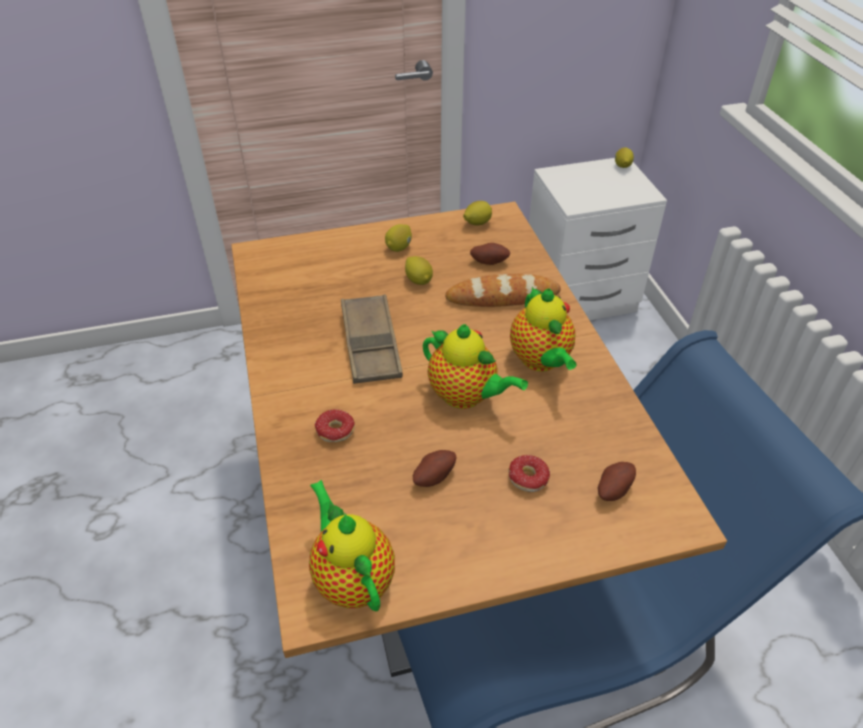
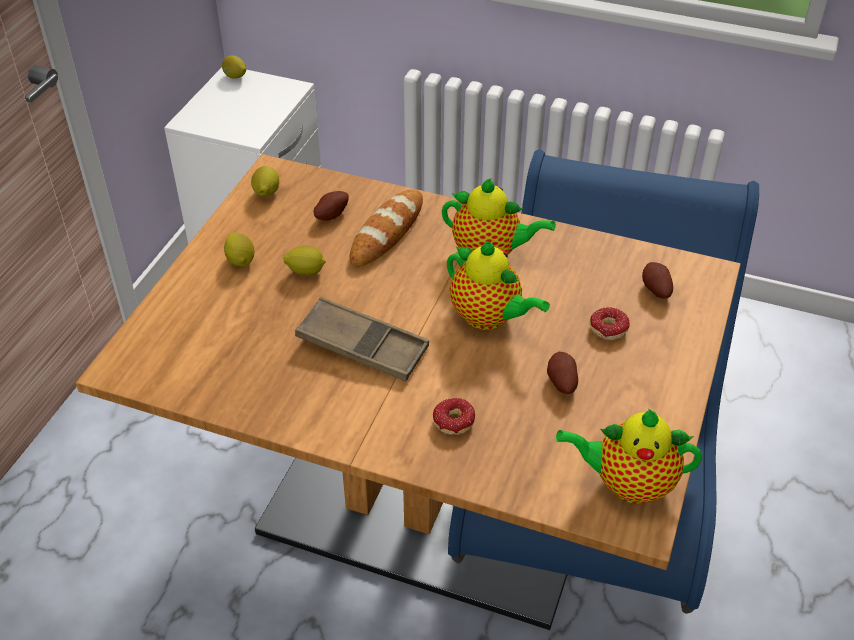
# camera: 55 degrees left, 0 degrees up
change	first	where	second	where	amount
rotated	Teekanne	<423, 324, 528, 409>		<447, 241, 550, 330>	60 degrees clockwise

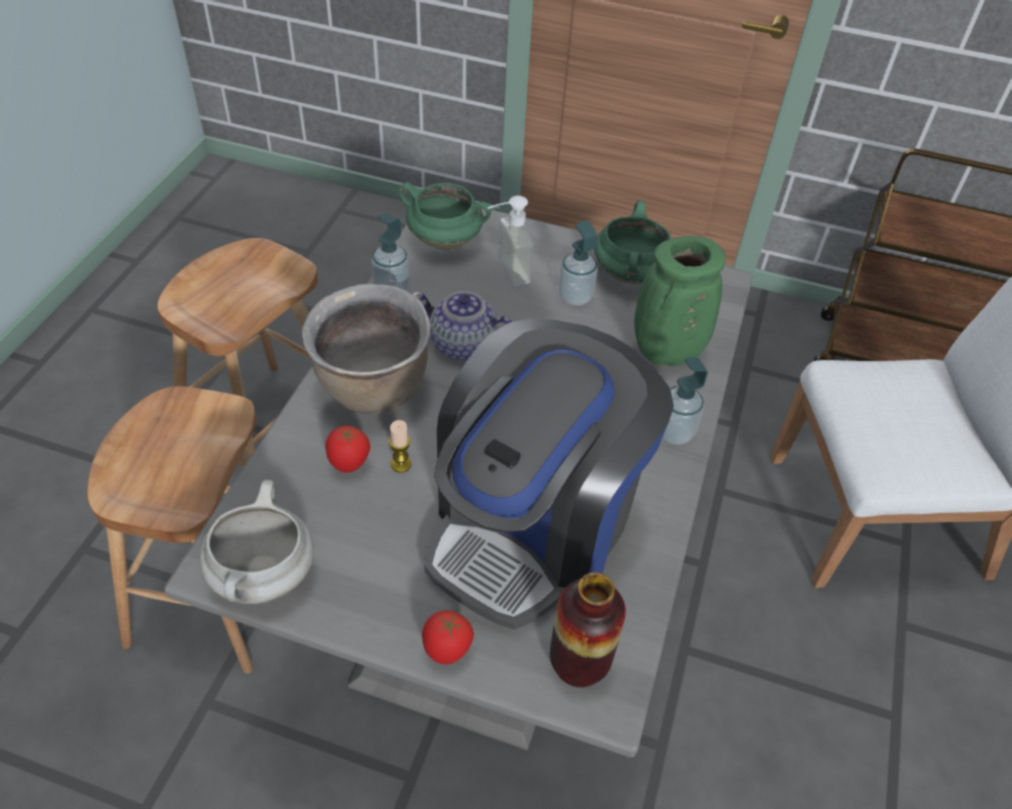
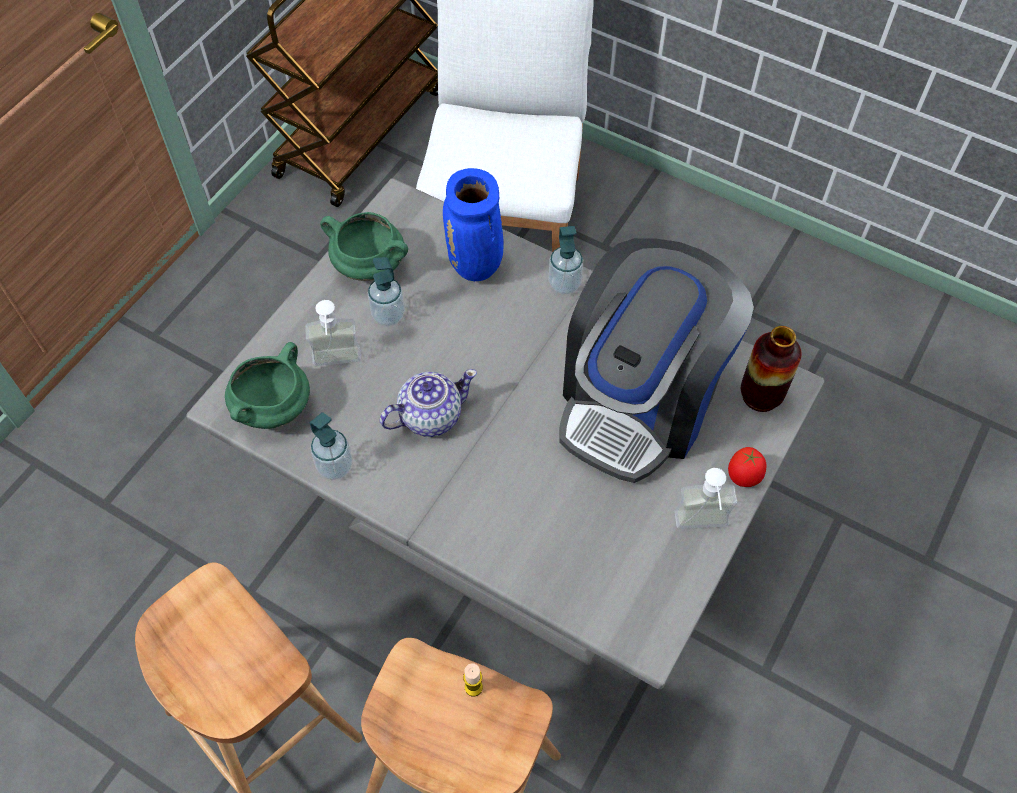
# camera: 75 degrees left, 10 degrees up
change	first	where	second	where	amount
repainted	Vase/grün	<634, 236, 725, 366>	Vase/blau	<443, 168, 504, 281>	
gone	Kochtopf/braun	<302, 284, 431, 414>			
rotated	Teekanne	<412, 291, 512, 360>		<379, 369, 477, 437>	150 degrees counterclockwise
rotated	Kaffeemaschine	<424, 318, 674, 630>		<559, 238, 754, 483>	75 degrees clockwise
shifted	Kerze	<389, 420, 411, 473>		<463, 663, 483, 696>	
gone	Tomate	<325, 426, 370, 473>			
gone	Kochtopf/weiß	<200, 480, 314, 604>			
new			Seifenspender	<674, 468, 737, 529>	

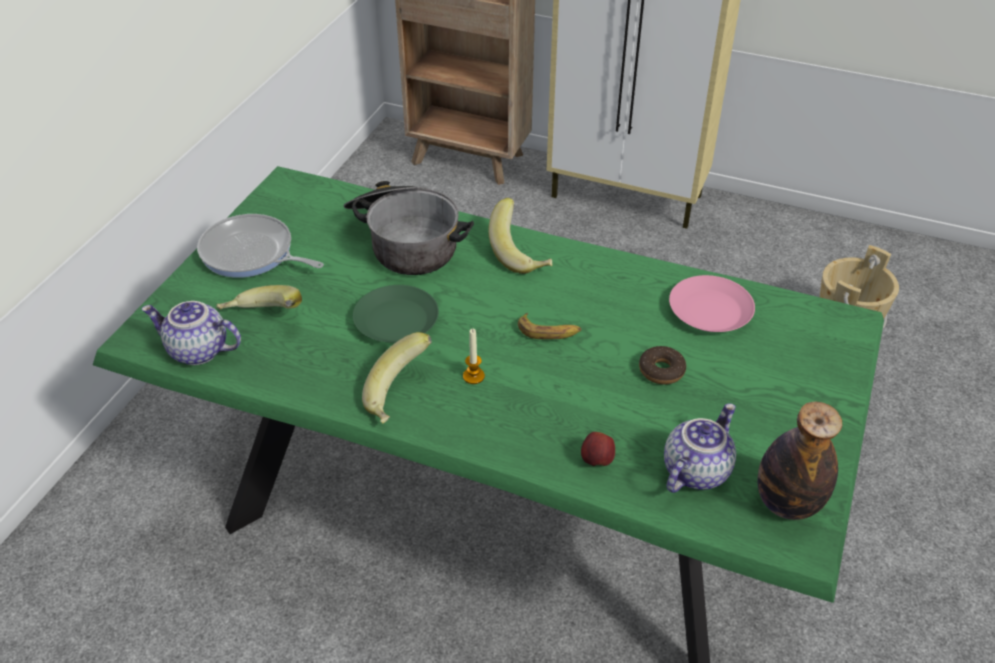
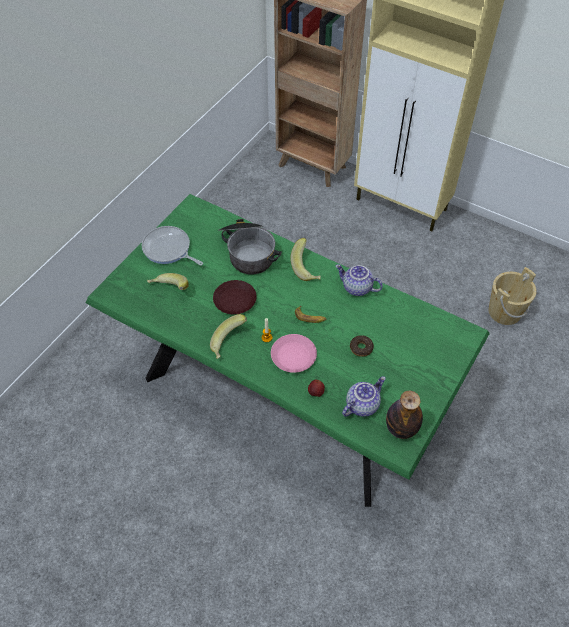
# camera: 10 degrees right, 10 degrees up
change	first	where	second	where	amount
shifted	Teller/rosa	<669, 275, 755, 332>		<271, 334, 317, 373>	
repainted	Teller/grün	<353, 285, 439, 343>	Teller/braun	<213, 280, 257, 314>	
shifted	Teekanne	<141, 301, 241, 365>		<335, 264, 383, 296>	

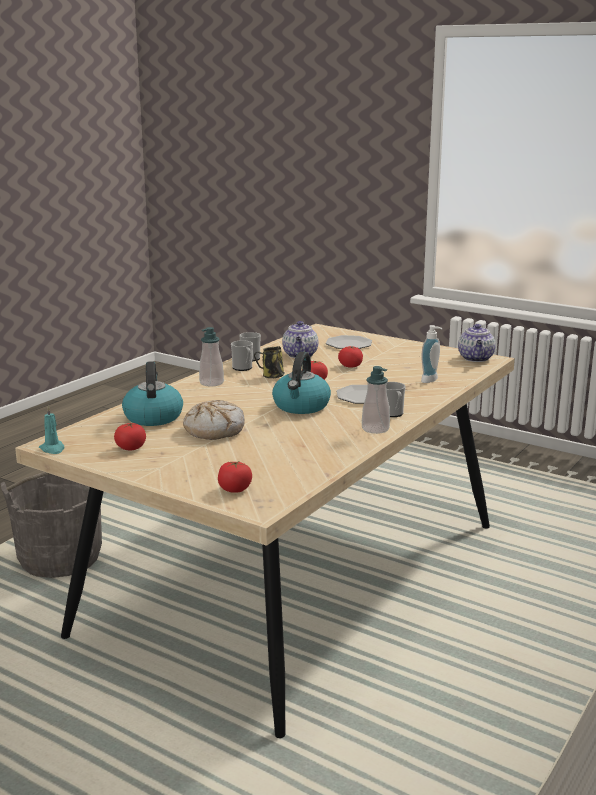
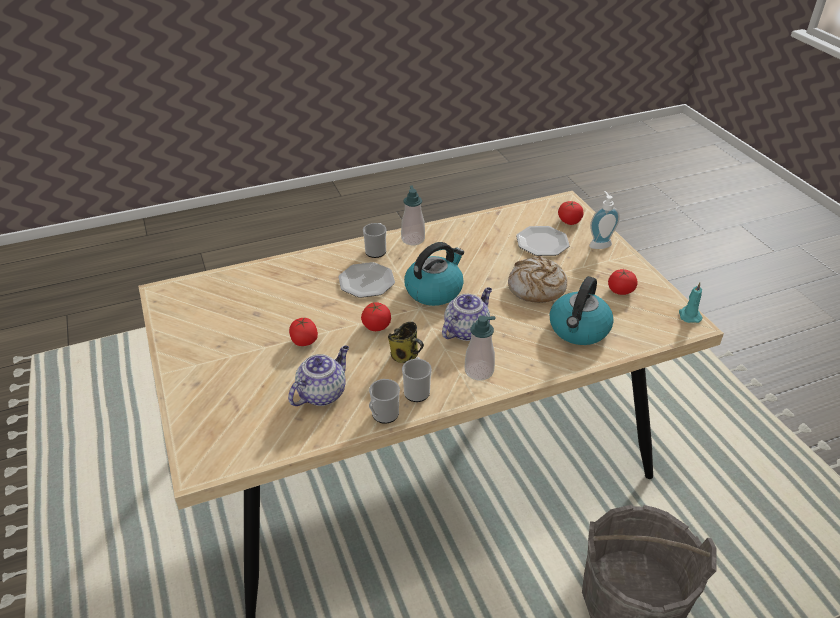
# camera: 145 degrees left, 20 degrees up
change	first	where	second	where	amount
shifted	Teekanne	<458, 324, 496, 362>		<442, 287, 492, 341>	
shifted	Seifenspender	<421, 325, 443, 383>		<589, 191, 620, 249>	
shifted	Teller	<326, 335, 372, 349>		<516, 226, 570, 256>	

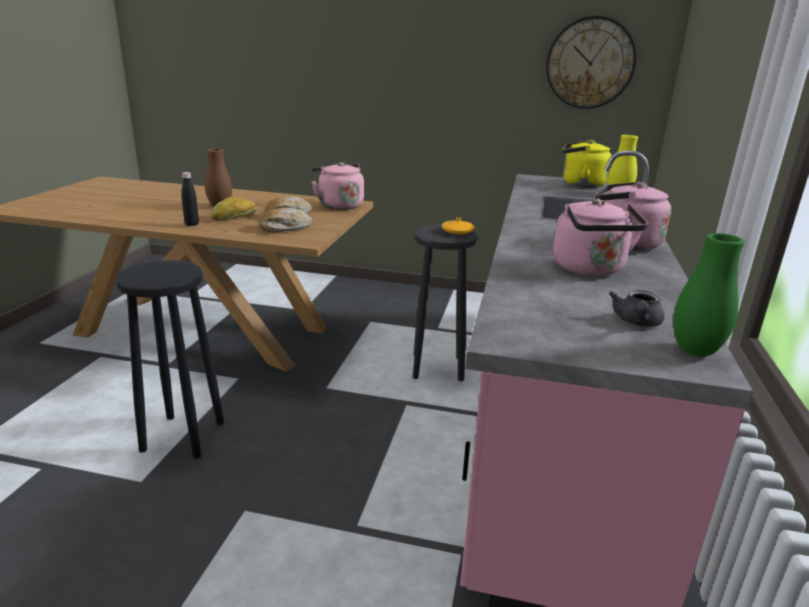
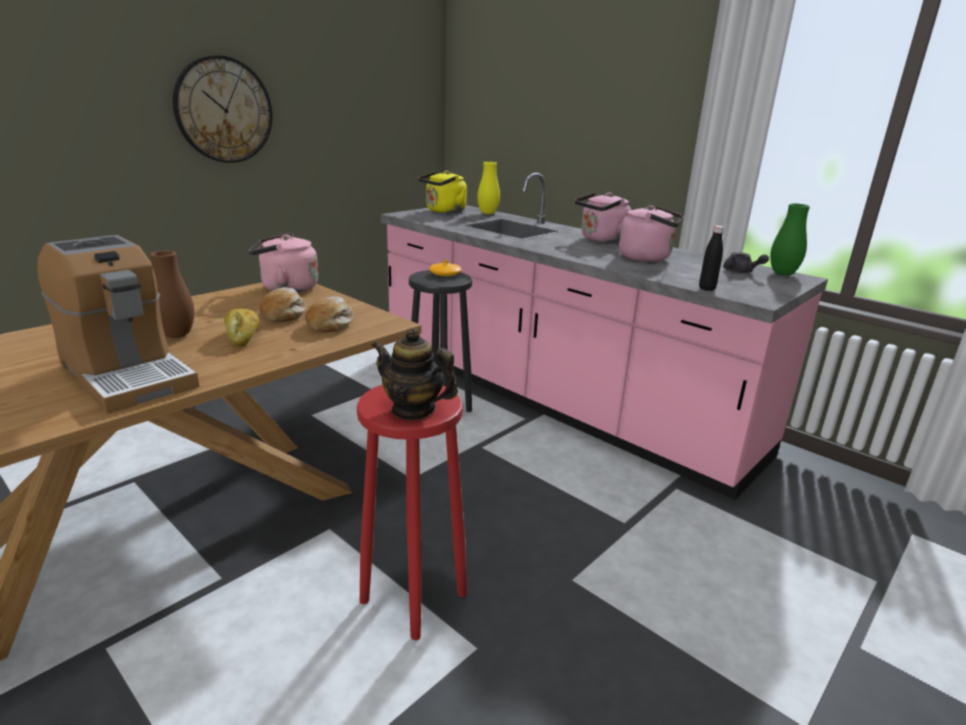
# camera: 60 degrees left, 0 degrees up
change	first	where	second	where	amount
shifted	Wanduhr	<546, 16, 636, 109>		<173, 55, 273, 163>	
shifted	Flasche/schwarz	<181, 172, 199, 226>		<699, 226, 724, 291>	
repainted	Hocker/schwarz	<116, 260, 224, 459>	Hocker/rot	<357, 385, 467, 640>	
new			Kaffeemaschine	<37, 235, 200, 414>	
new			Teekanne	<372, 328, 458, 420>	

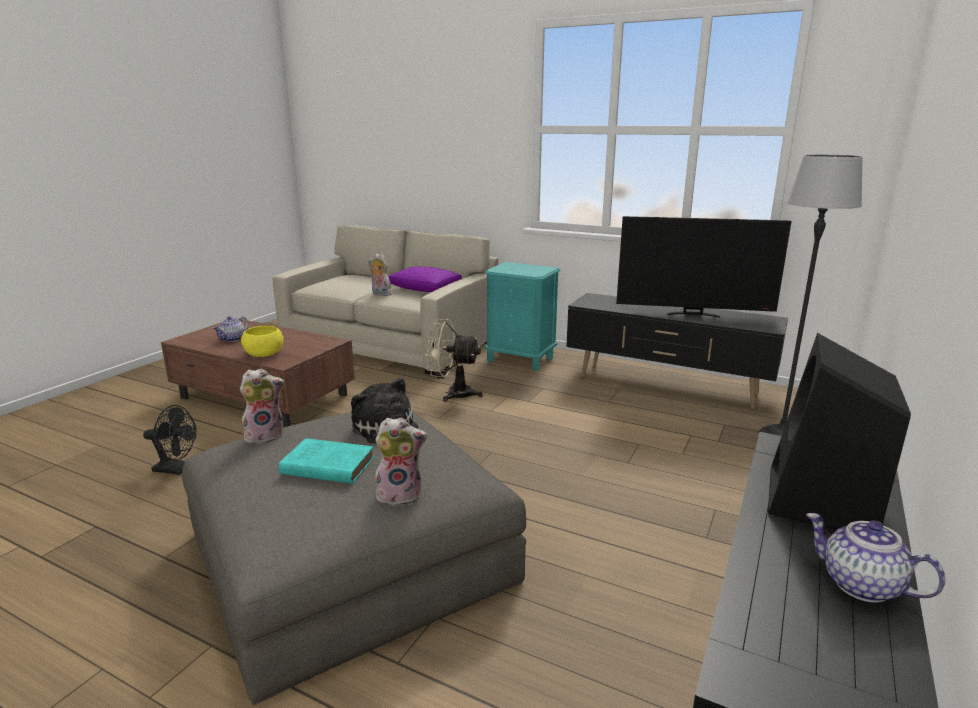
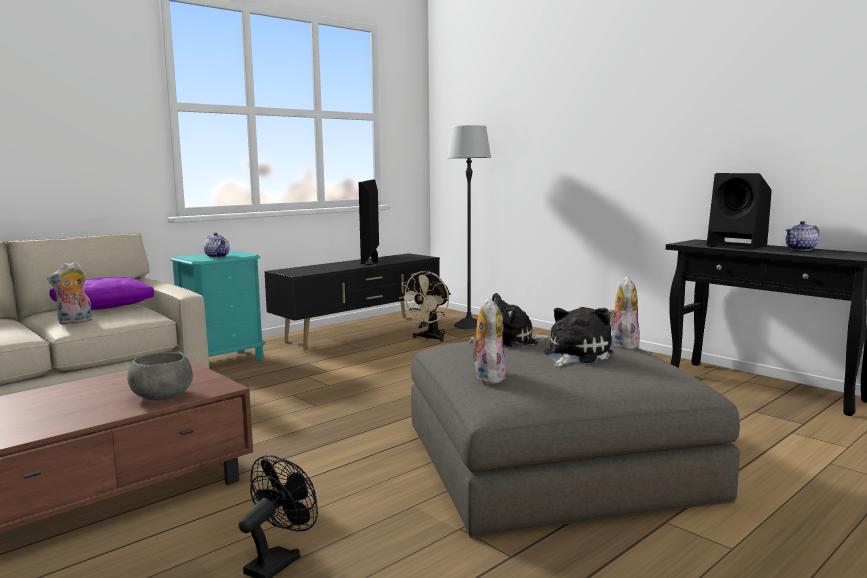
# camera: 70 degrees left, 10 degrees down
change	first	where	second	where	amount
rotated	Fernseher	<616, 216, 791, 318>		<358, 179, 379, 265>	150 degrees clockwise
shifted	Teekanne	<213, 316, 248, 342>		<204, 232, 230, 258>	
shifted	Ventilator/beige	<425, 319, 483, 402>		<399, 271, 451, 342>	
repainted	Schüssel/gelb	<241, 326, 284, 357>	Schüssel/grau	<127, 352, 193, 400>	
swapped	Buch/türkis	<279, 438, 375, 484>	Plüschtier	<544, 307, 613, 367>	

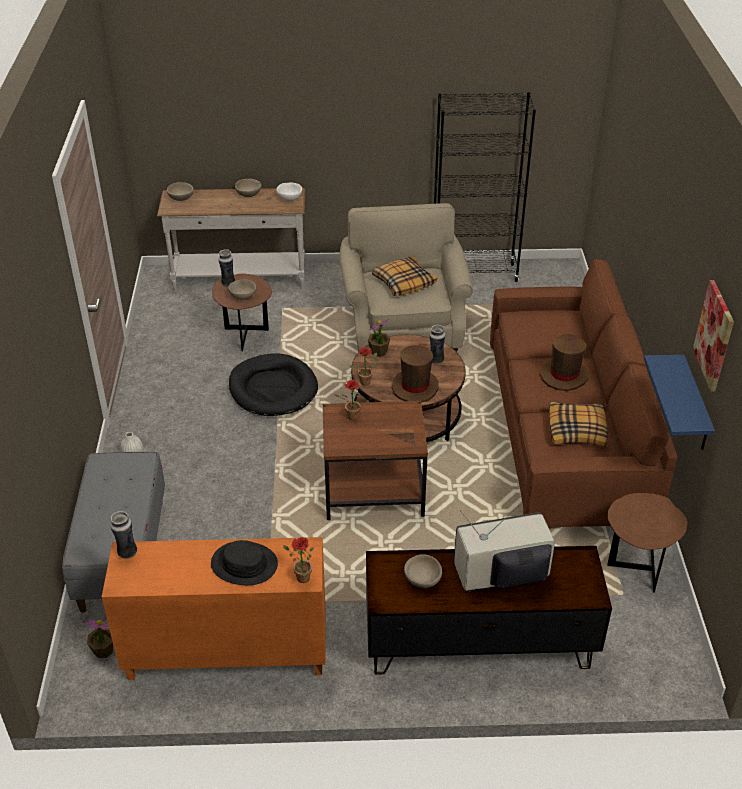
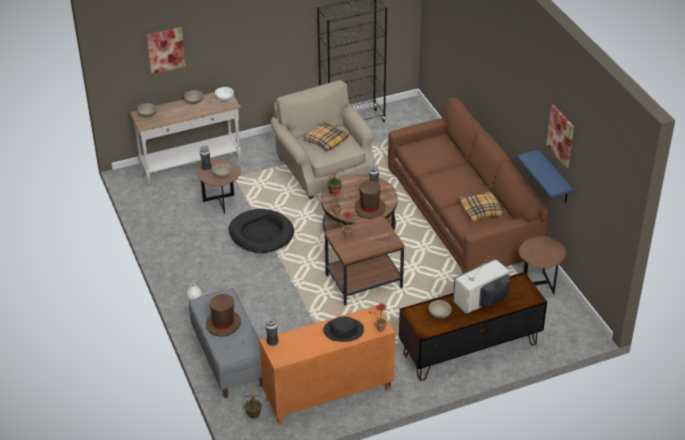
# camera: 20 degrees left, 0 degrees up
change	first	where	second	where	amount
shifted	Hut/braun	<540, 334, 589, 391>		<206, 294, 241, 337>	
new			Bild	<146, 27, 186, 74>	

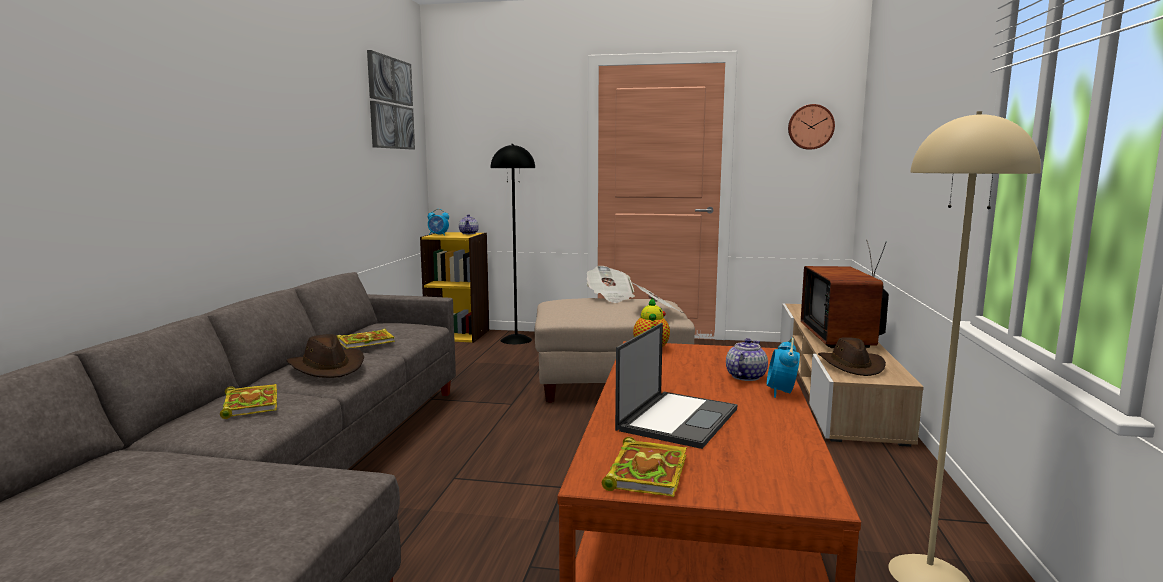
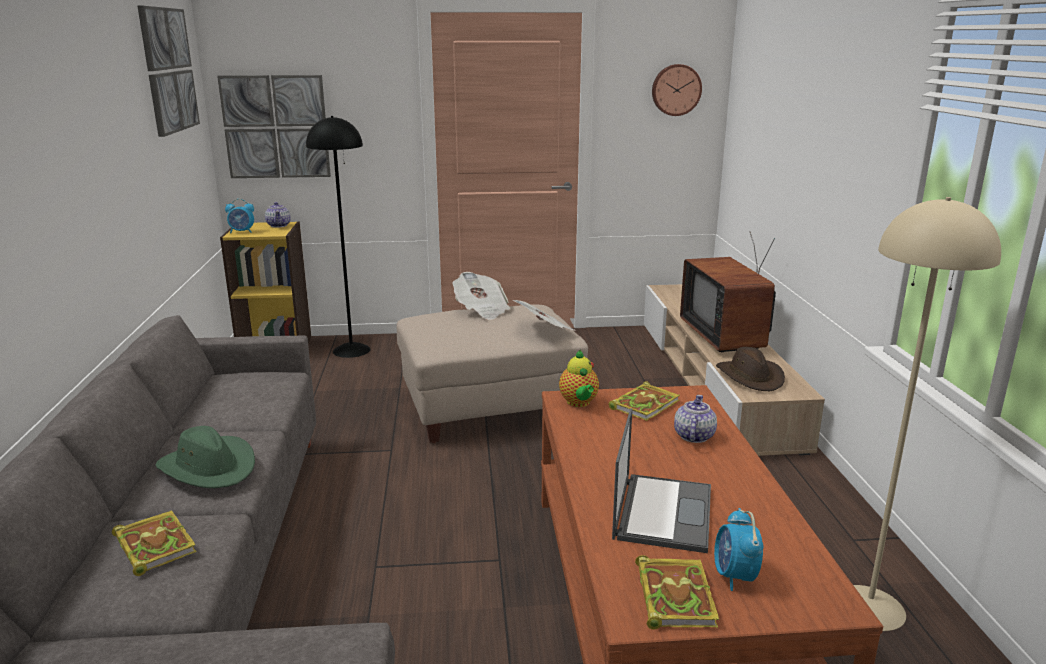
# camera: 15 degrees left, 10 degrees up
change	first	where	second	where	amount
shifted	Buch	<337, 328, 395, 349>		<608, 381, 680, 421>	
repainted	Hut/braun	<286, 334, 364, 378>	Hut/grün	<155, 426, 255, 488>	
shifted	Wecker	<767, 338, 800, 398>		<714, 508, 763, 591>	
new			Bild	<217, 75, 331, 178>	

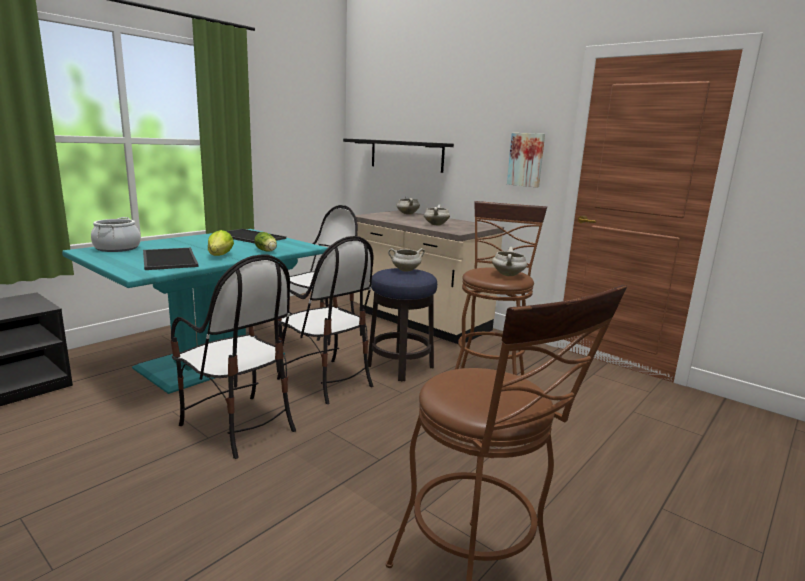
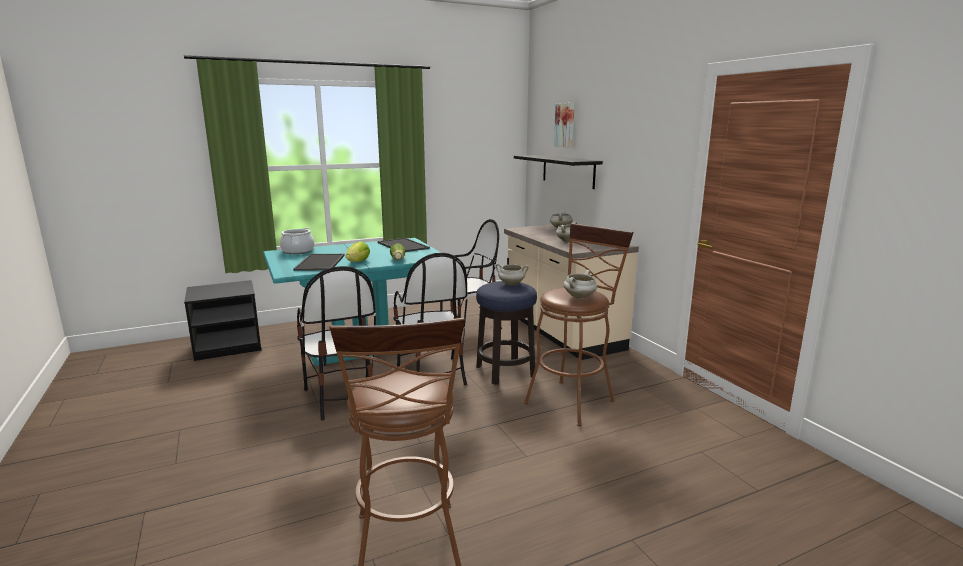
# camera: 25 degrees right, 0 degrees up
change	first	where	second	where	amount
shifted	Bild	<507, 133, 545, 187>		<554, 103, 575, 148>	

